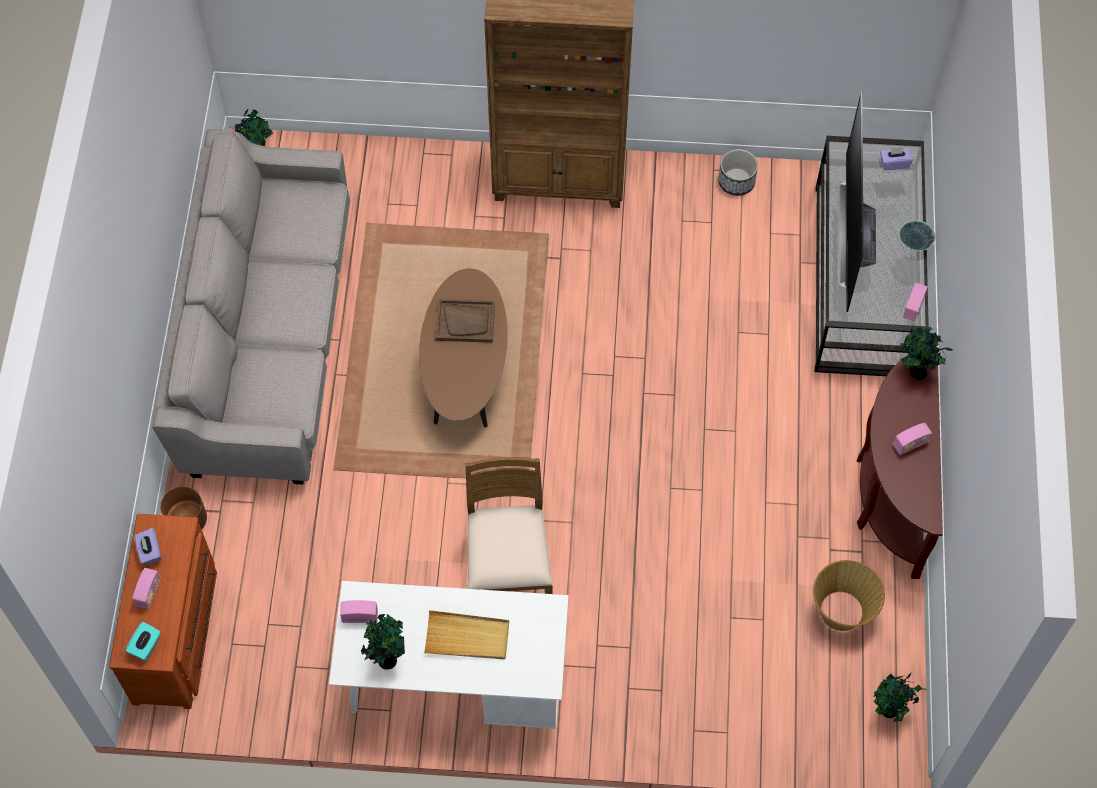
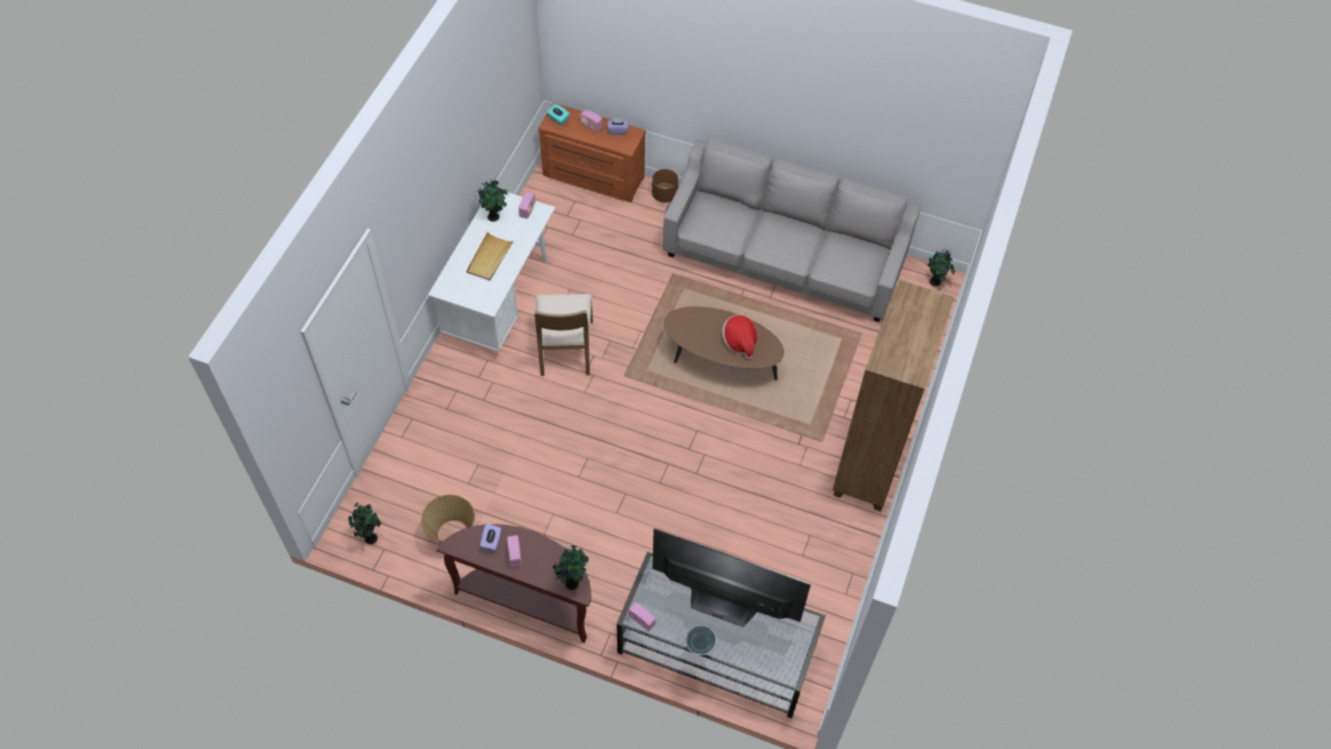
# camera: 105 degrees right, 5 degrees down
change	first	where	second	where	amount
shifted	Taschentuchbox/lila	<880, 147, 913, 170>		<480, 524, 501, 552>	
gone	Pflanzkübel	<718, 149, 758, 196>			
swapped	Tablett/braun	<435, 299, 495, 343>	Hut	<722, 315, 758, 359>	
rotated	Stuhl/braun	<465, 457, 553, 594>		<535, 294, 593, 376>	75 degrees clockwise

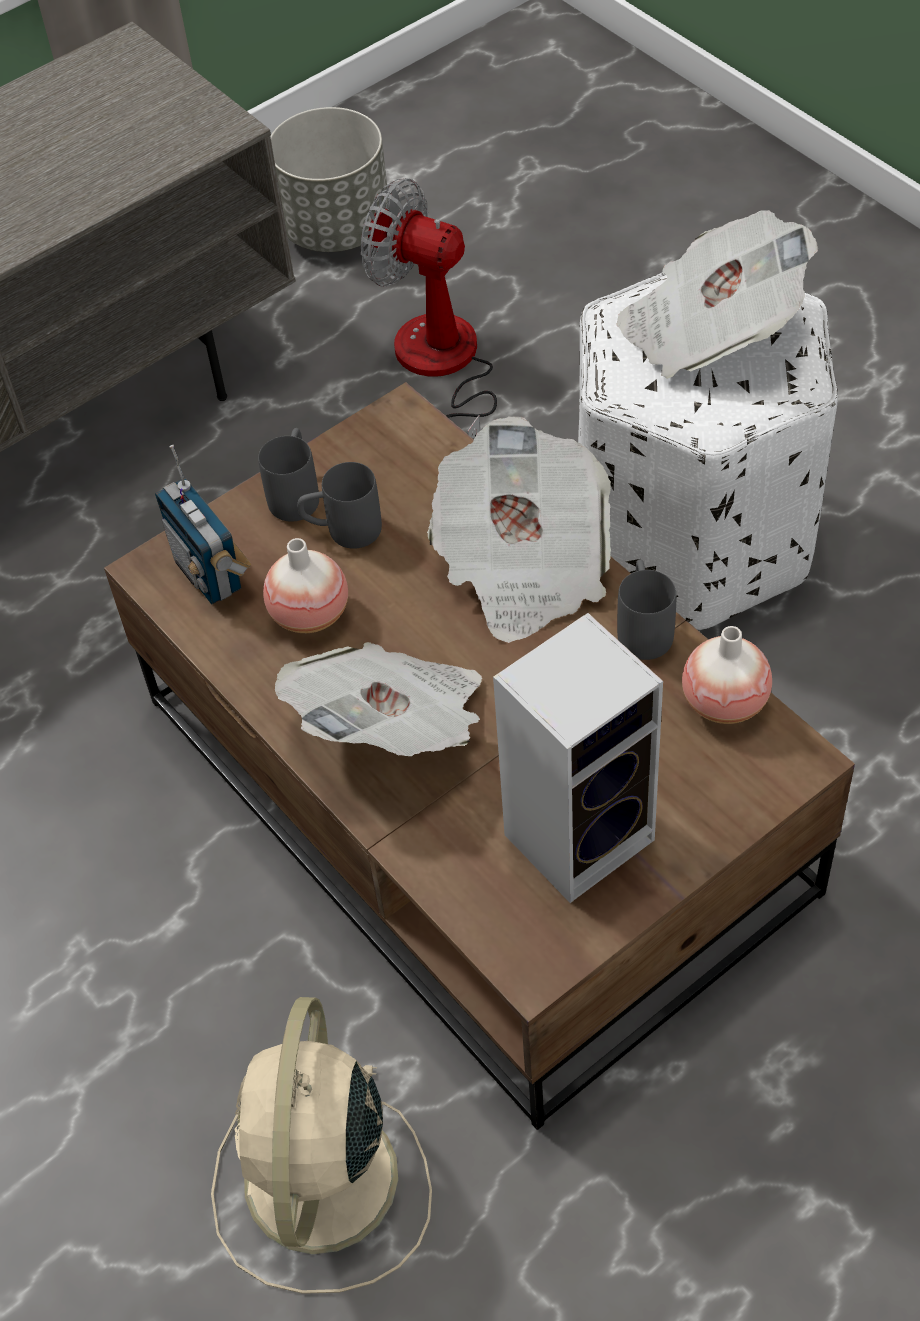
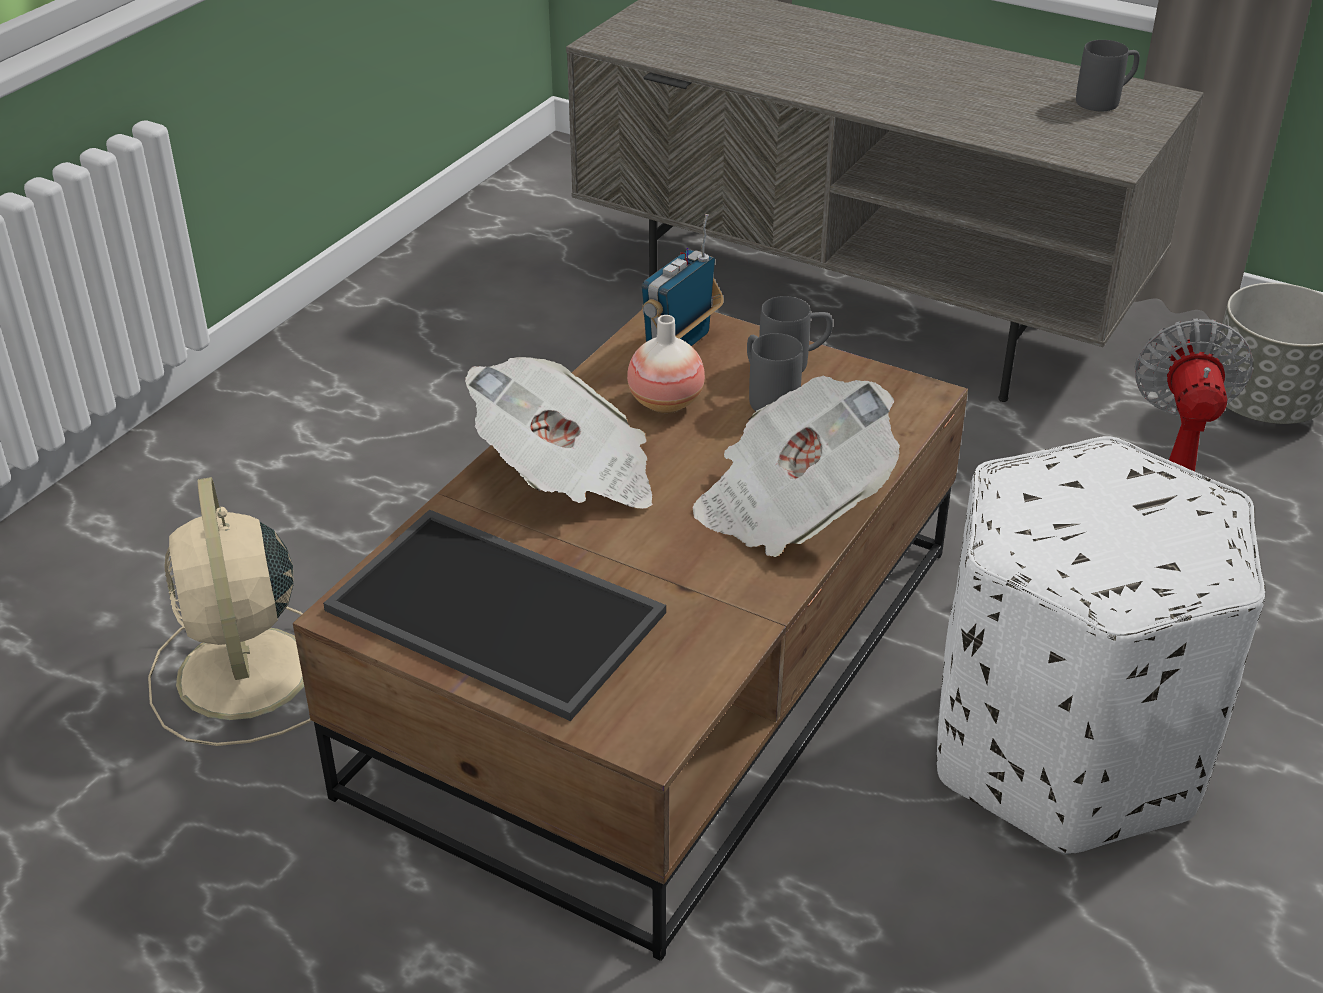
# camera: 65 degrees right, 15 degrees down
change	first	where	second	where	amount
gone	Zeitung	<616, 210, 818, 379>			
shifted	Henkelbecher/grau	<617, 559, 676, 660>		<1076, 40, 1140, 111>	
swapped	Lautsprecher	<493, 613, 663, 903>	Tablett	<323, 510, 666, 721>	
gone	Vase	<682, 626, 772, 724>			
rotated	Ventilator/beige	<211, 997, 432, 1294>		<148, 477, 311, 746>	90 degrees counterclockwise

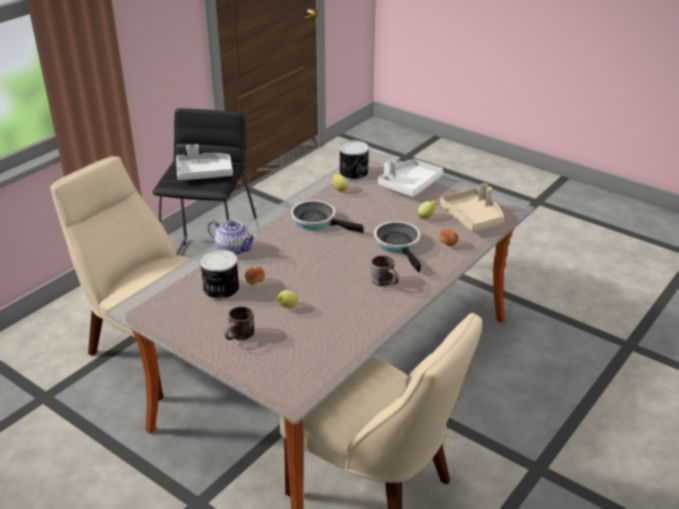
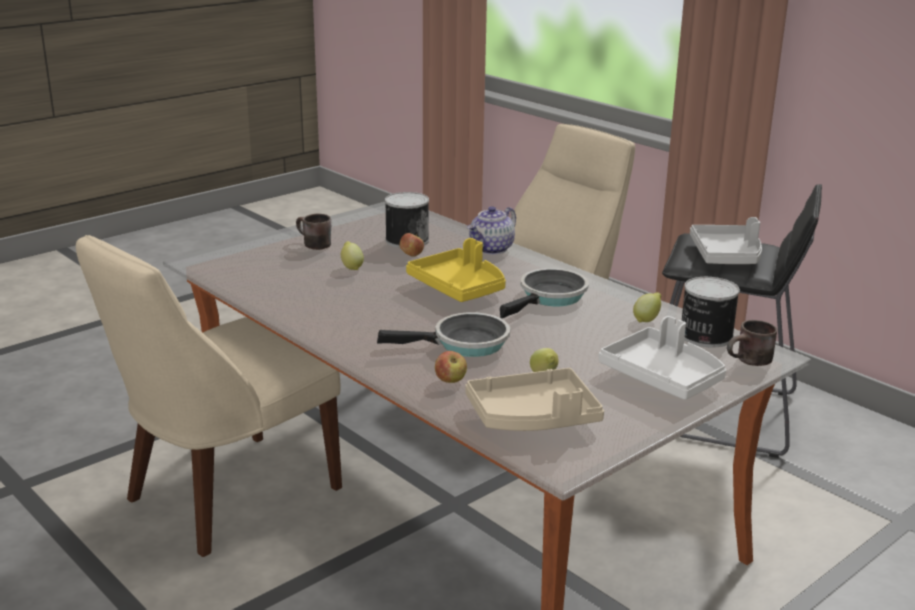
# camera: 100 degrees right, 10 degrees down
change	first	where	second	where	amount
shifted	Henkelbecher/braun	<371, 255, 399, 286>		<727, 320, 777, 366>	
new			Tablett/gelb	<406, 238, 506, 302>	

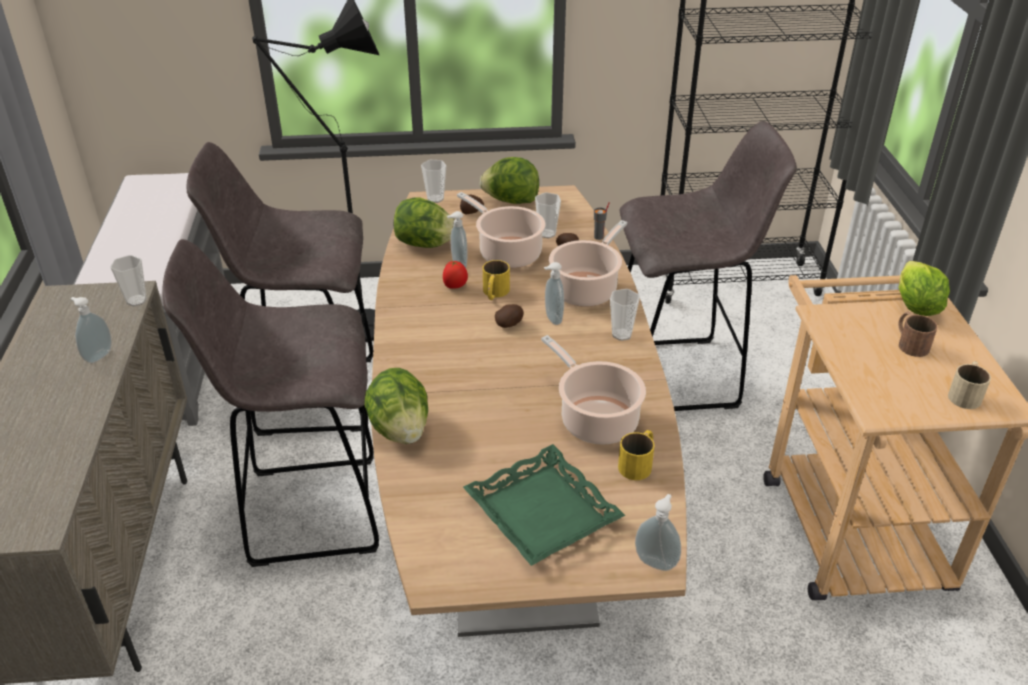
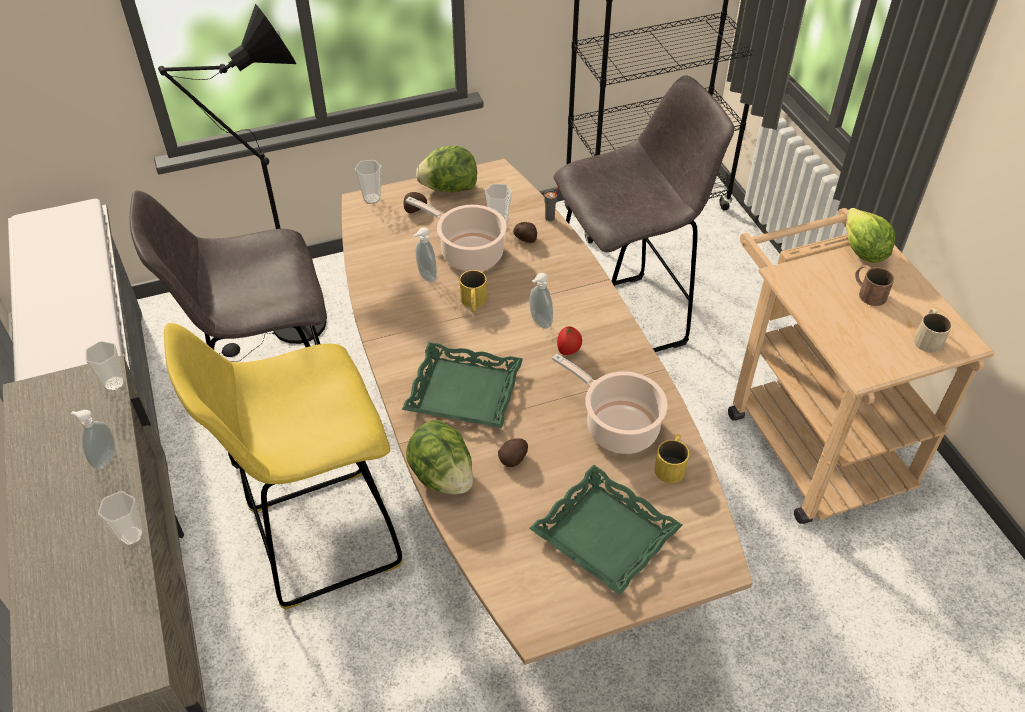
# camera: 15 degrees left, 10 degrees up
change	first	where	second	where	amount
gone	Salatkopf	<394, 197, 455, 248>			
gone	Kochtopf	<549, 220, 627, 307>			
repainted	Hocker/grau	<162, 239, 379, 567>	Hocker/gelb	<164, 323, 403, 610>	
shifted	Tomate	<443, 261, 468, 288>		<557, 326, 582, 355>	
shifted	Tasse	<610, 289, 640, 341>		<98, 491, 144, 546>	
shifted	Kartoffel	<495, 304, 524, 328>		<498, 438, 528, 467>	
gone	Seifenspender	<635, 494, 681, 571>			
new			Tablett/grün	<402, 342, 523, 428>	

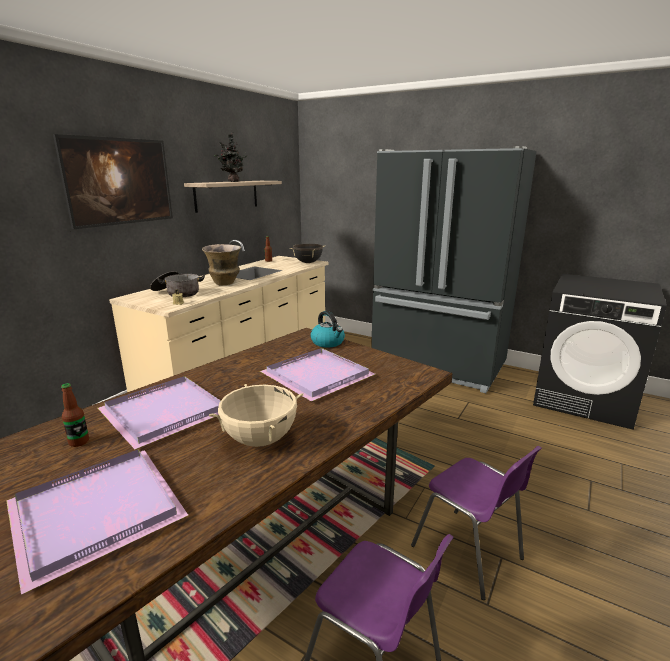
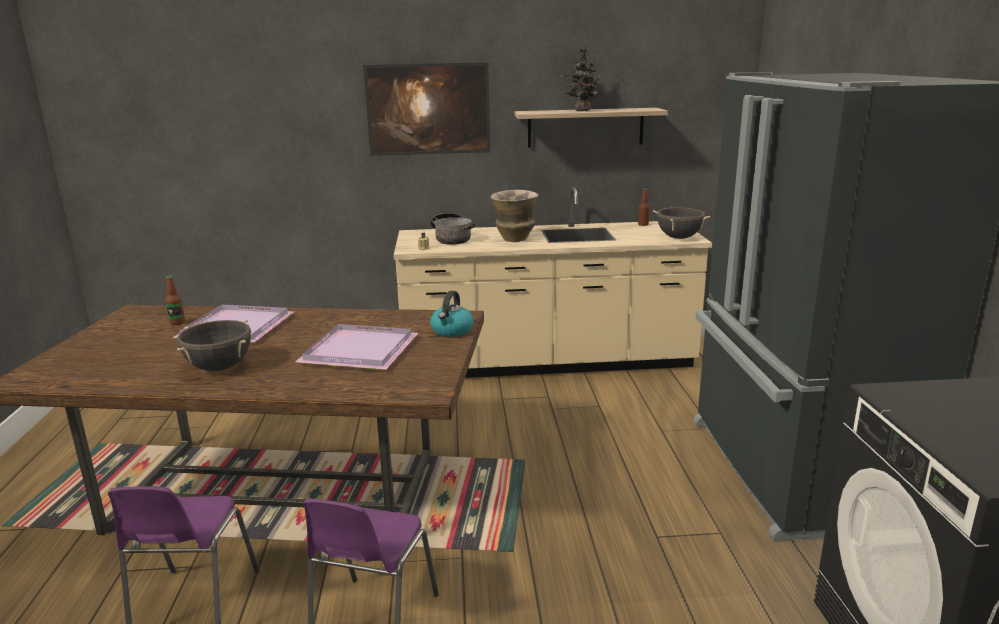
# camera: 55 degrees right, 0 degrees up
change	first	where	second	where	amount
repainted	Kochtopf/beige	<209, 384, 303, 447>	Kochtopf/schwarz	<177, 320, 251, 371>	
gone	Tablett/lila	<6, 450, 188, 595>			

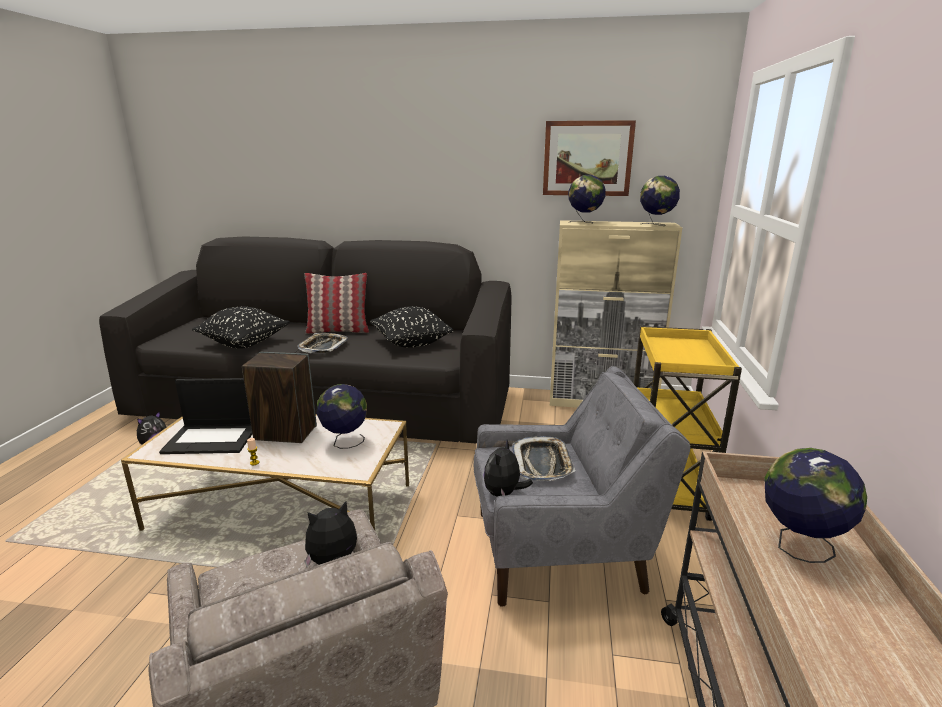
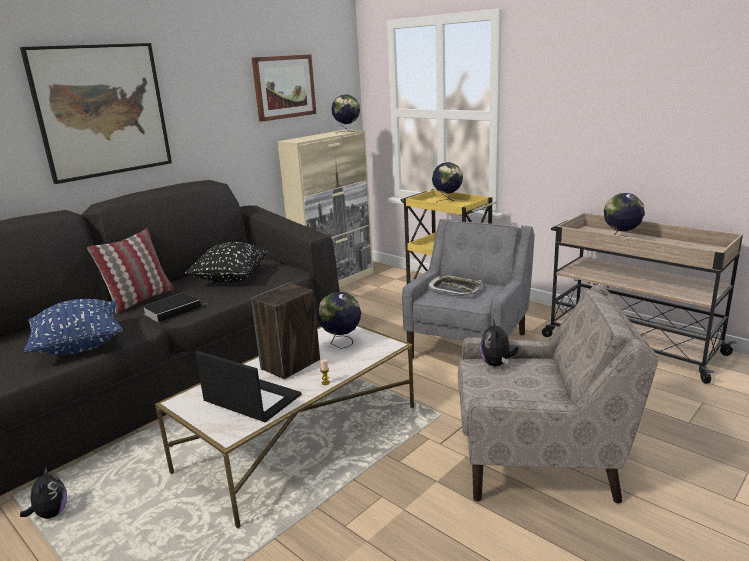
# camera: 55 degrees left, 0 degrees up
change	first	where	second	where	amount
shifted	Globus	<568, 175, 605, 223>		<432, 162, 463, 203>	
repainted	Kissen/schwarz	<192, 306, 290, 349>	Kissen/blau	<24, 299, 123, 355>	
swapped	Tablett	<297, 333, 348, 353>	Buch	<142, 293, 201, 323>	
rotated	Laptop	<159, 378, 252, 454>		<195, 351, 301, 422>	90 degrees counterclockwise
gone	Plüschtier	<484, 440, 533, 497>			
new			Bild	<20, 43, 172, 184>	

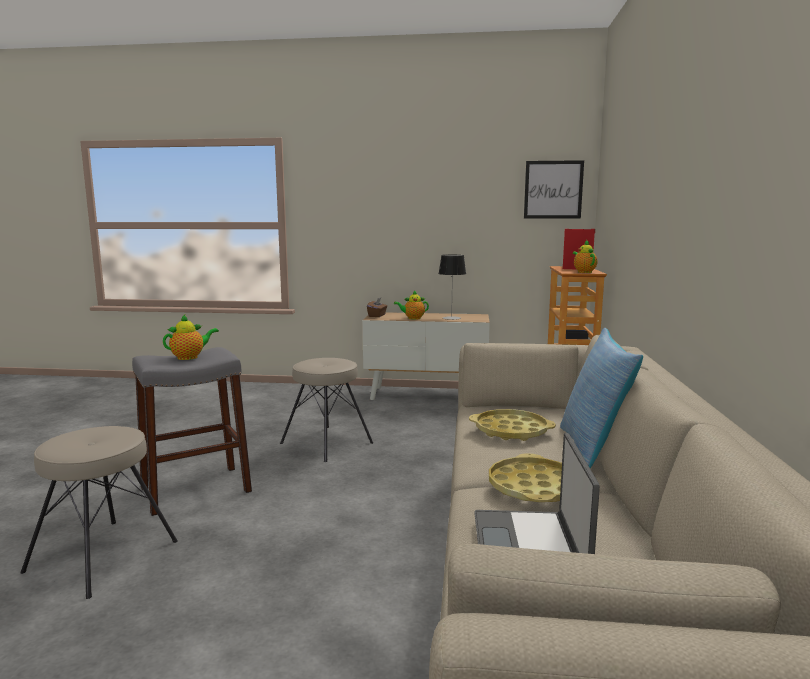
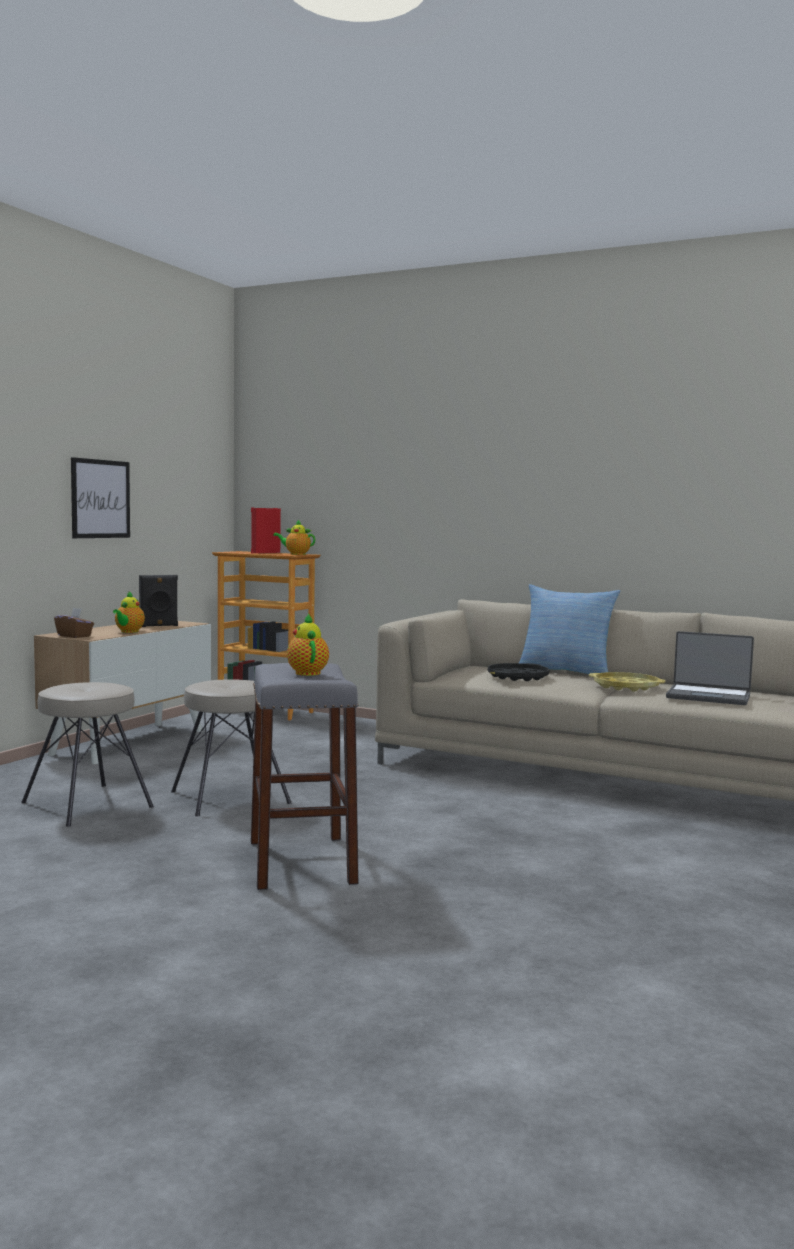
# camera: 70 degrees left, 5 degrees down
change	first	where	second	where	amount
shifted	Bild	<524, 160, 584, 219>		<71, 457, 130, 538>	
swapped	Tischlampe	<438, 255, 466, 320>	Lautsprecher/schwarz	<139, 575, 178, 627>	
repainted	Tablett/gelb	<469, 409, 556, 441>	Tablett/schwarz	<488, 663, 550, 681>	
shifted	Hocker/beige	<20, 426, 178, 599>		<21, 682, 154, 827>	

